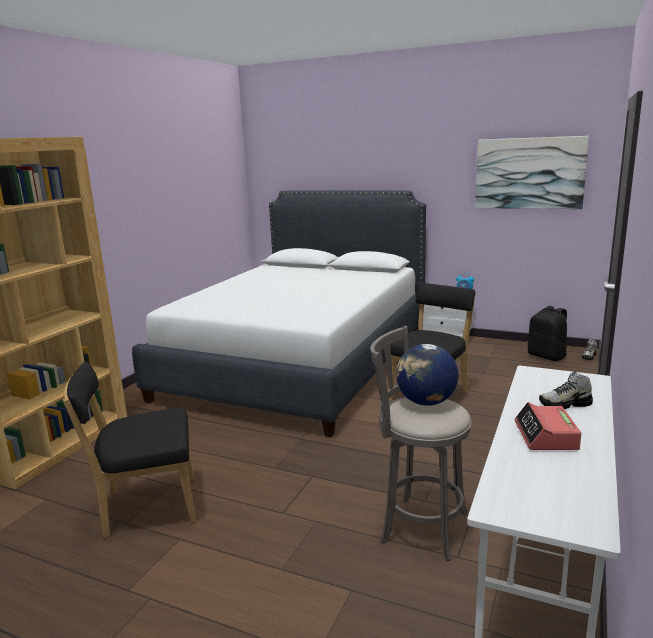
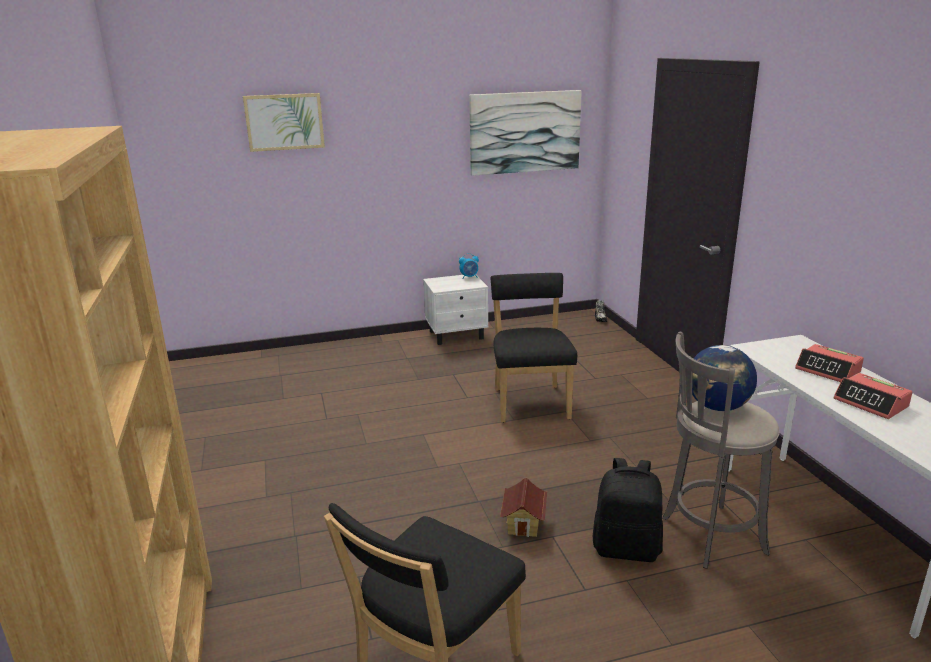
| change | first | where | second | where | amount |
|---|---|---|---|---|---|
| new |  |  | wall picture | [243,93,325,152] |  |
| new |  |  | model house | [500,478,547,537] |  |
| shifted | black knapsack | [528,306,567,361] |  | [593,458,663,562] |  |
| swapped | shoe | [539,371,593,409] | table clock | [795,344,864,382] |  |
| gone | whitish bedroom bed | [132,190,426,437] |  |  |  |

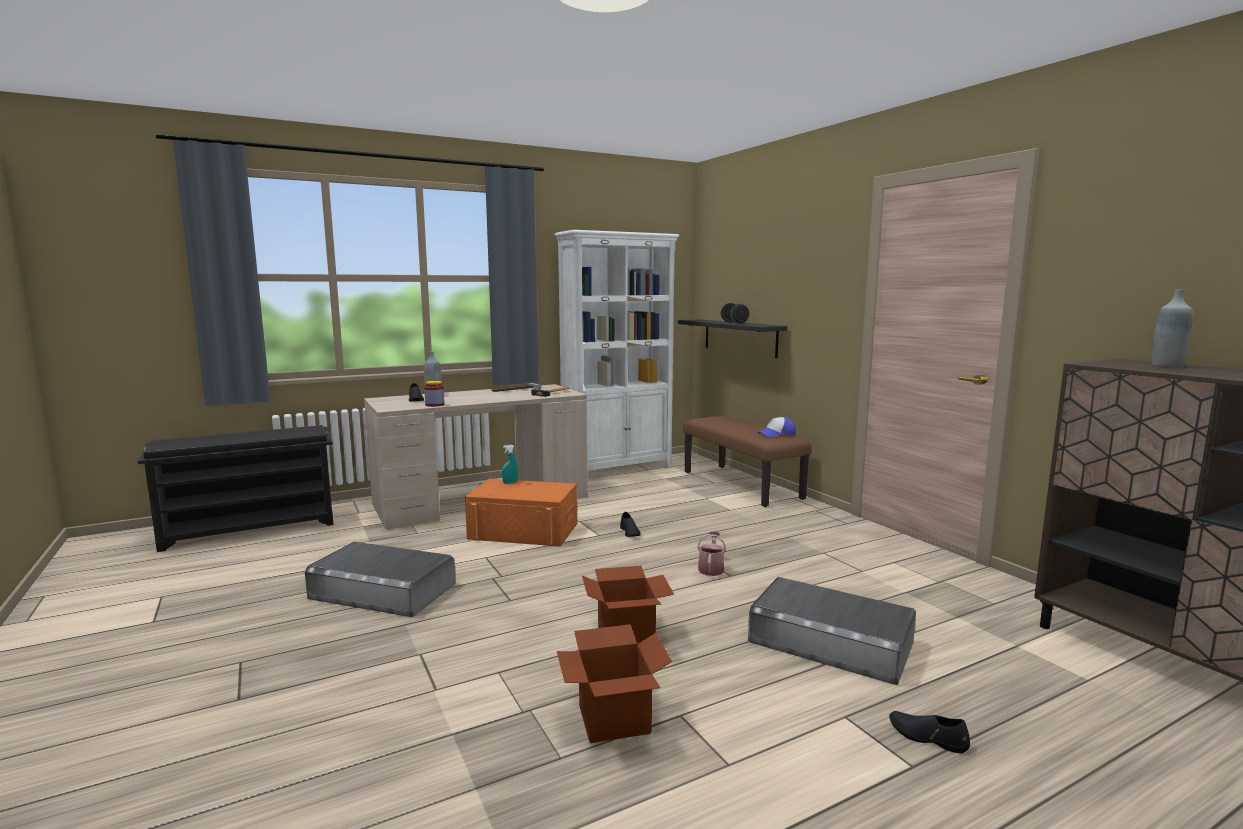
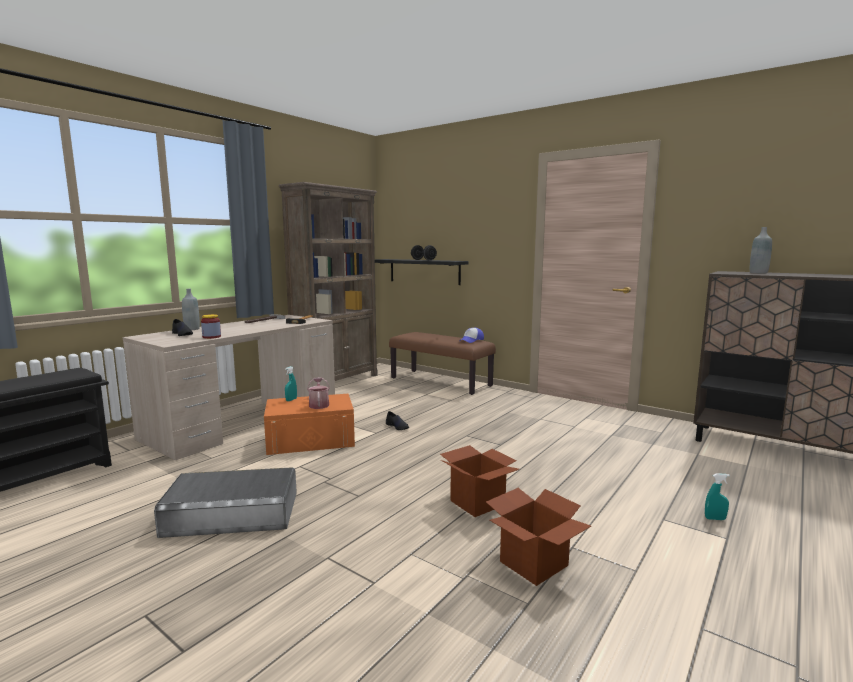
| change | first | where | second | where | amount |
|---|---|---|---|---|---|
| repainted | whitish bookcase | [555,230,679,471] | brownish bookcase | [279,182,377,381] |  |
| shifted | watering can | [697,531,726,576] |  | [307,377,330,409] |  |
| swapped | black shoe | [889,711,970,753] | turquoise sprayer | [705,473,730,520] |  |
| gone | grey storage box | [748,577,916,685] |  |  |  |

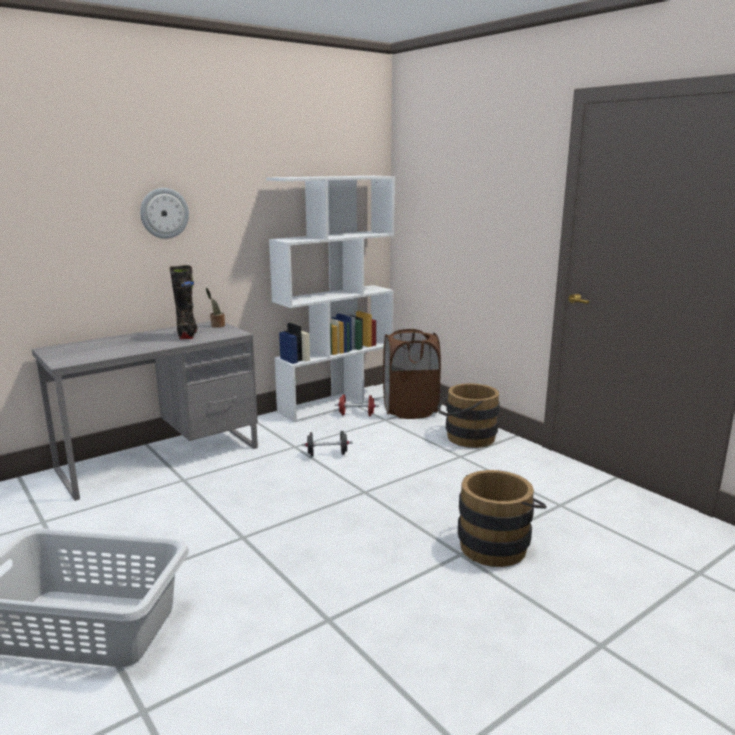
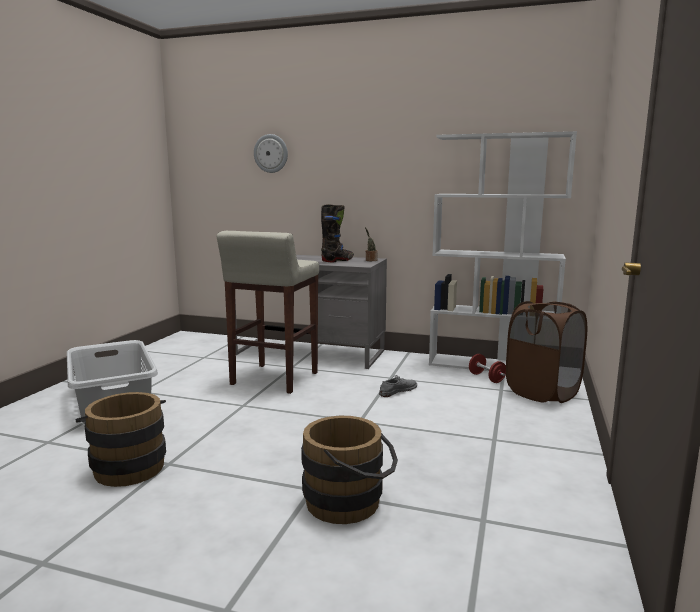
| change | first | where | second | where | amount |
|---|---|---|---|---|---|
| shifted | brownish pail | [437,383,500,448] |  | [76,392,166,487] |  |
| new |  |  | beige sitting stool | [217,231,319,394] |  |
| shifted | clock on the wall | [140,188,189,239] |  | [254,134,288,173] |  |
| swapped | black dumbbell | [302,431,353,457] | grey shoe | [379,375,417,397] |  |

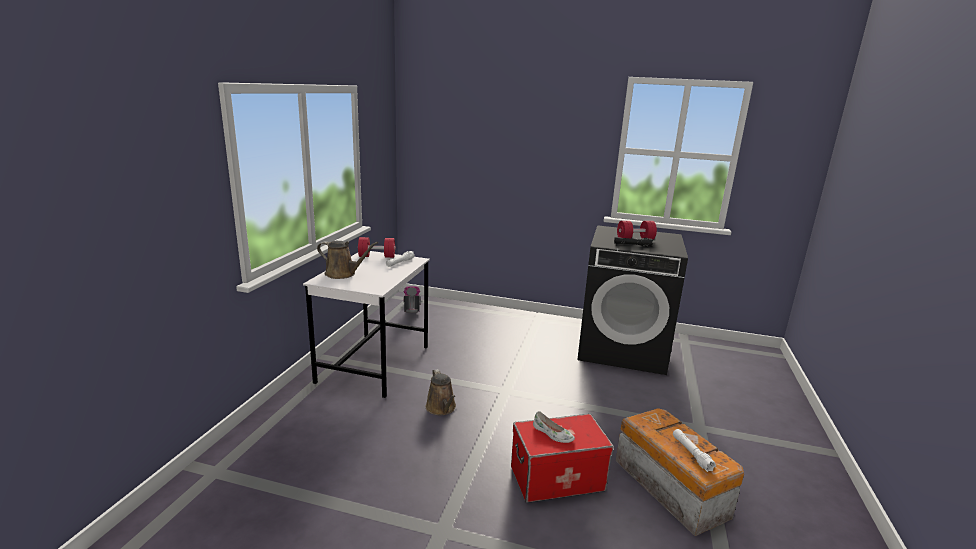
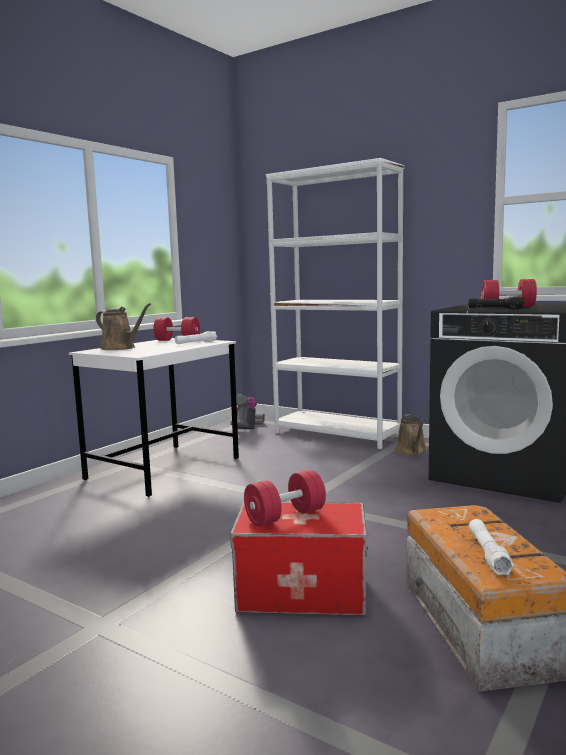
| change | first | where | second | where | amount |
|---|---|---|---|---|---|
| swapped | whitish shoe | [533,411,575,443] | red dumbbell | [244,470,326,526] |  |
| new |  |  | whitish bookcase | [266,158,404,449] |  |
| shifted | brownish watering can | [426,369,456,415] |  | [395,414,427,455] |  |

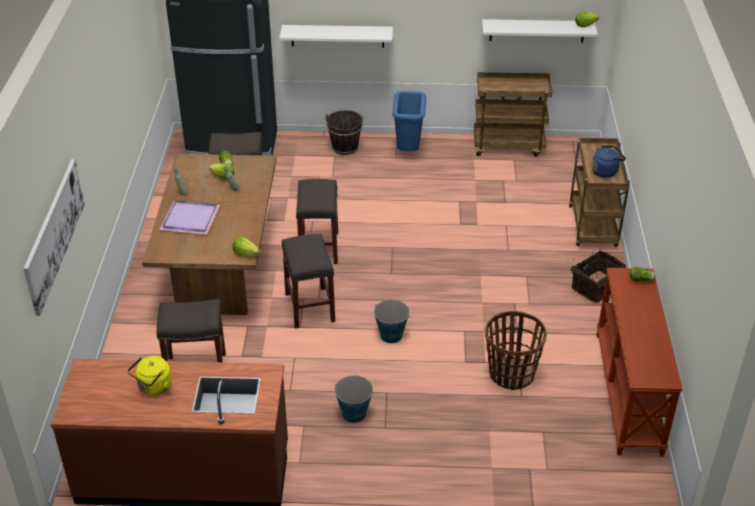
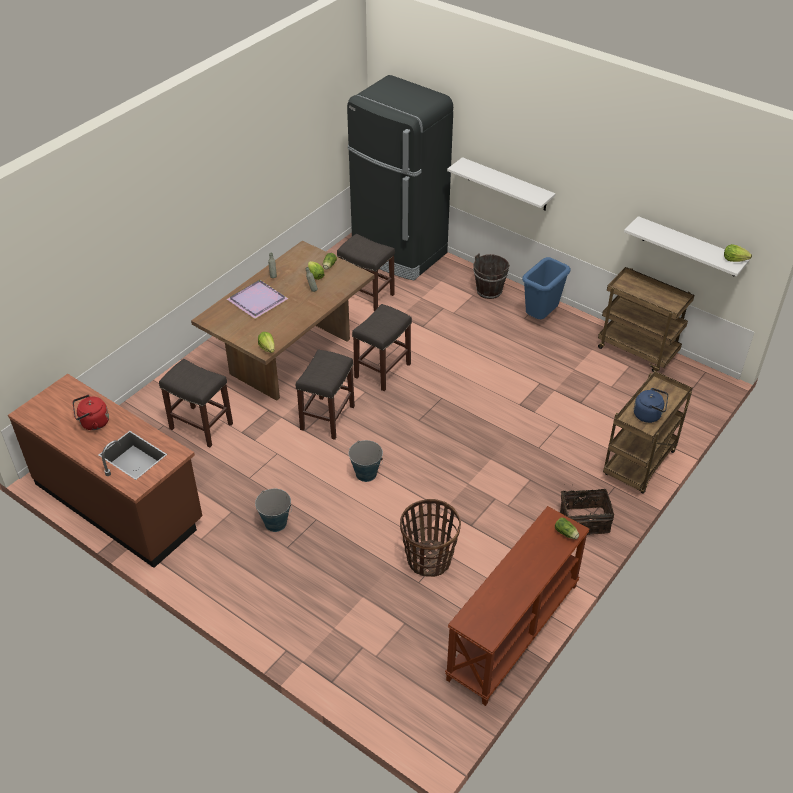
| change | first | where | second | where | amount |
|---|---|---|---|---|---|
| repainted | yellow water kettle | [127,356,172,395] | red water kettle | [72,395,109,430] |  |
| gone | wall picture | [23,159,85,316] |  |  |  |

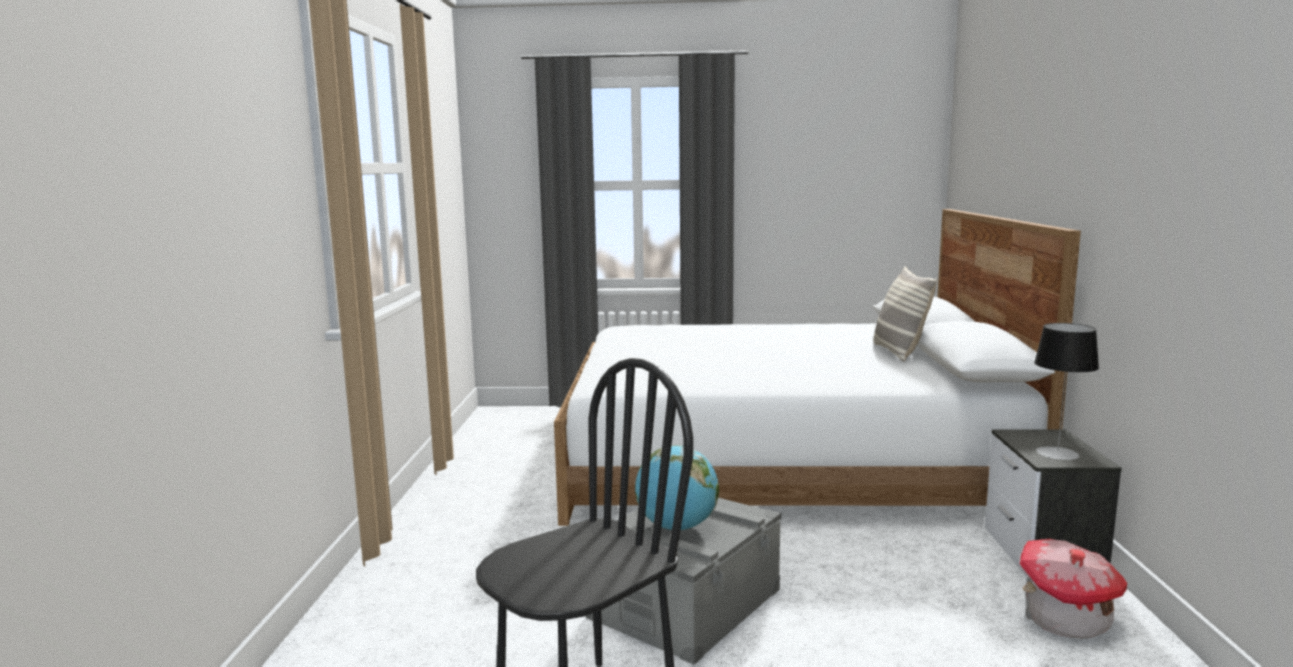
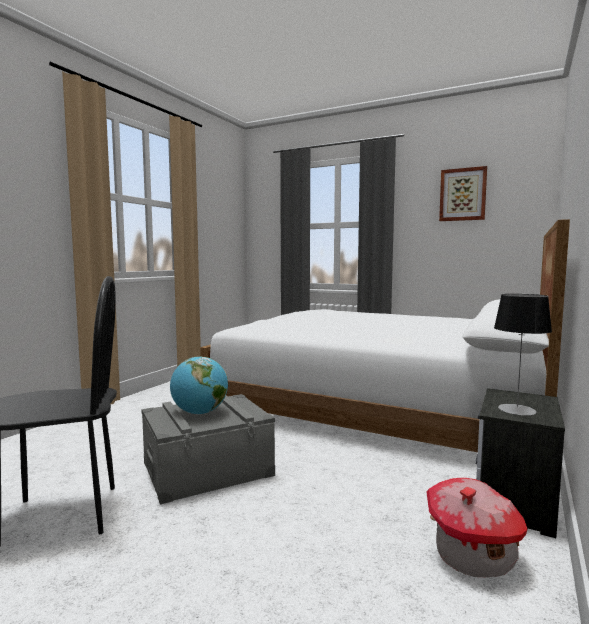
| change | first | where | second | where | amount |
|---|---|---|---|---|---|
| new |  |  | wall picture | [439,166,487,221] |  |
| gone | pillow | [873,266,937,361] |  |  |  |

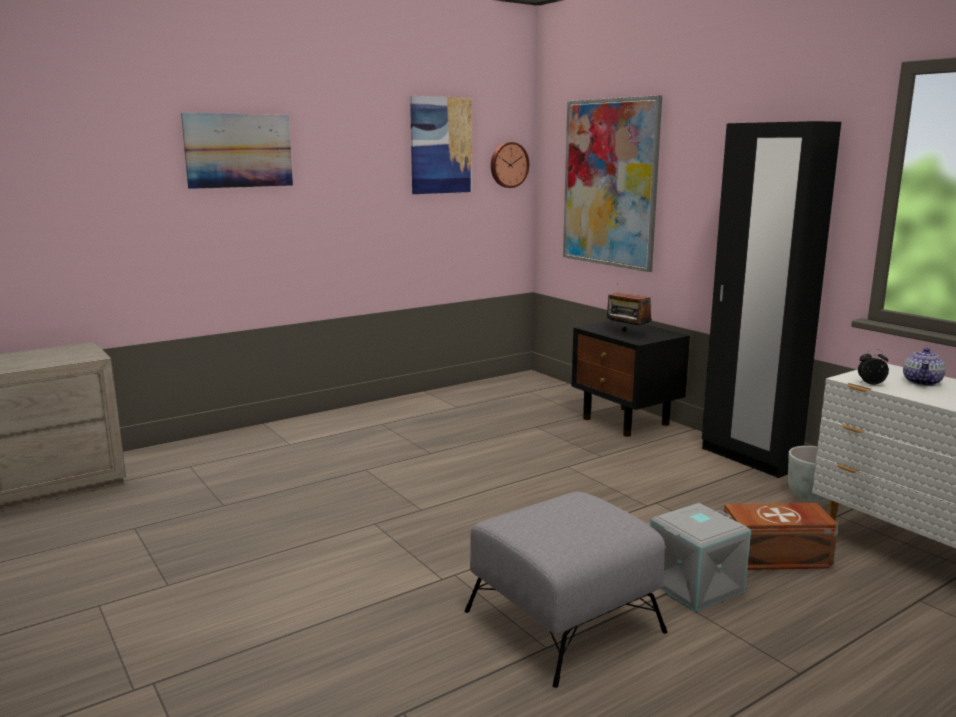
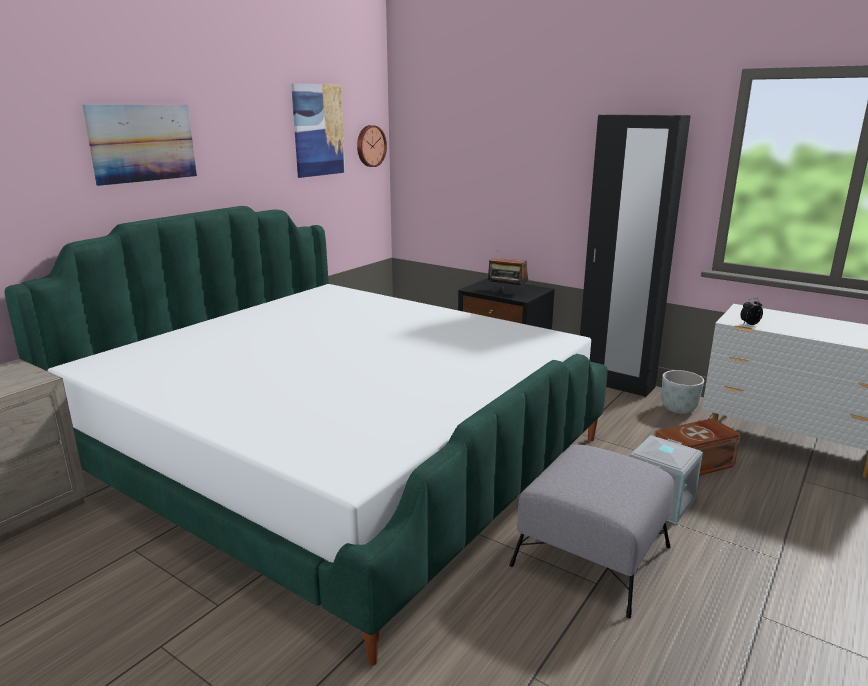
| change | first | where | second | where | amount |
|---|---|---|---|---|---|
| new |  |  | bedroom bed | [5,206,608,666] |  |
| gone | wall picture | [563,95,662,272] |  |  |  |
| gone | teapot | [903,348,945,386] |  |  |  |

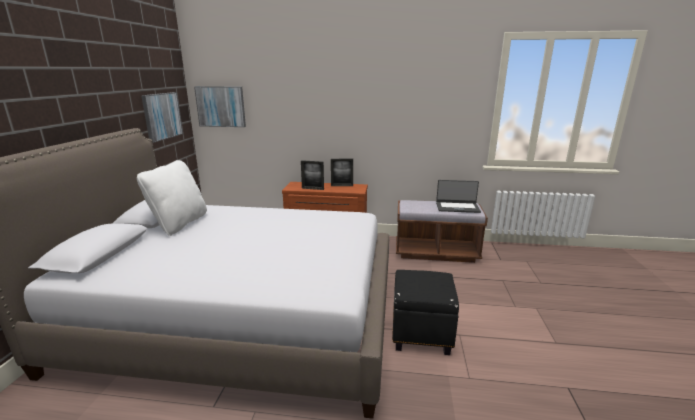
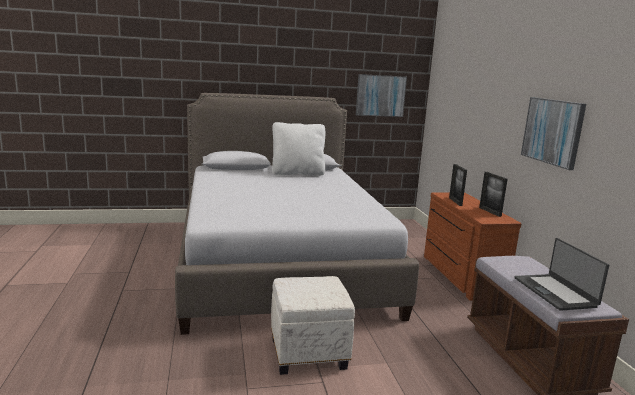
| change | first | where | second | where | amount |
|---|---|---|---|---|---|
| repainted | black footrest | [392,270,459,355] | whitish footrest | [271,276,355,375] |  |
| shifted | wall picture | [194,86,246,127] |  | [521,97,586,170] |  |

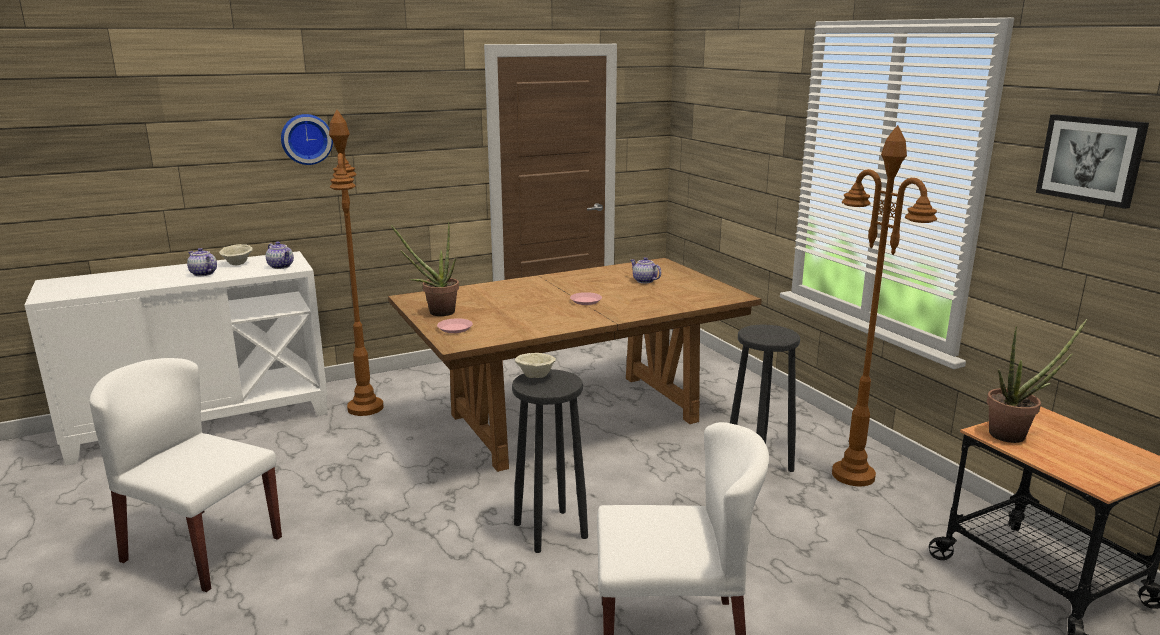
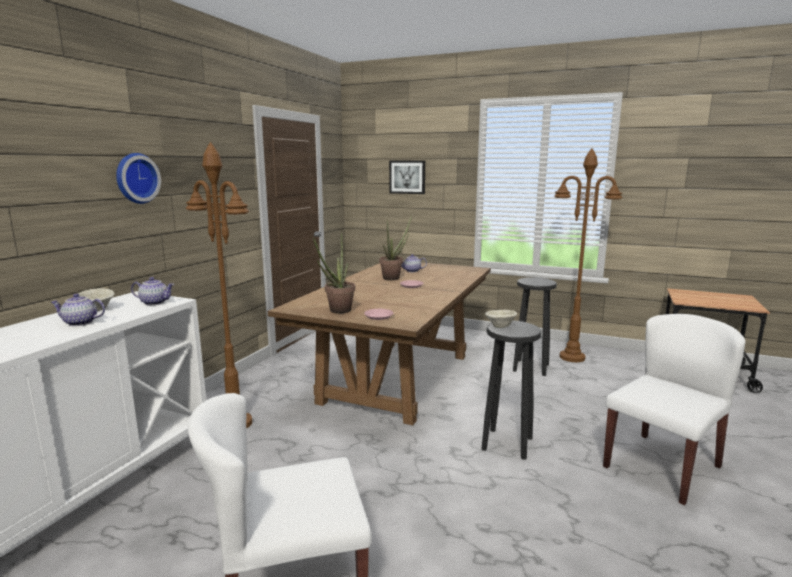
| change | first | where | second | where | amount |
|---|---|---|---|---|---|
| shifted | houseplant | [987,319,1087,443] |  | [379,215,412,280] |  |
| shifted | wall picture | [1036,114,1149,209] |  | [389,161,425,194] |  |

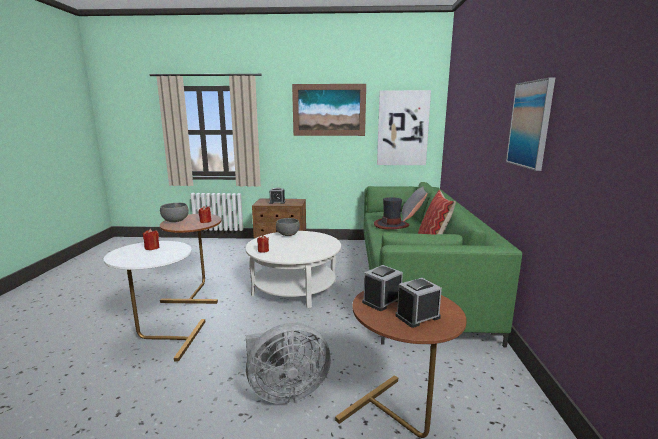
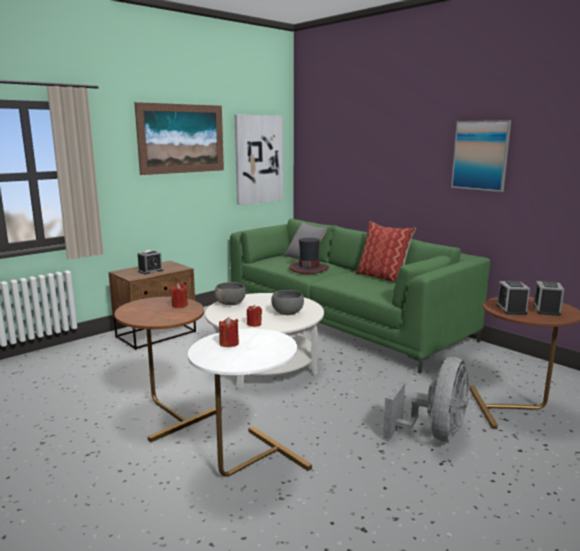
| change | first | where | second | where | amount |
|---|---|---|---|---|---|
| shifted | grey deep dish | [160,203,189,222] |  | [271,290,304,315] |  |

